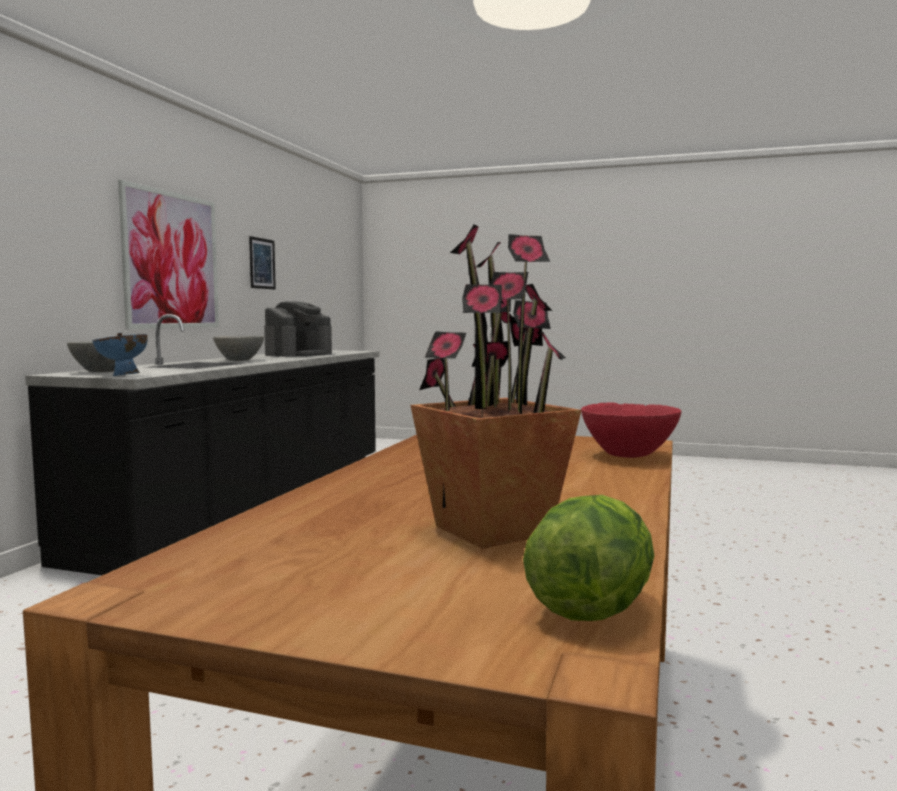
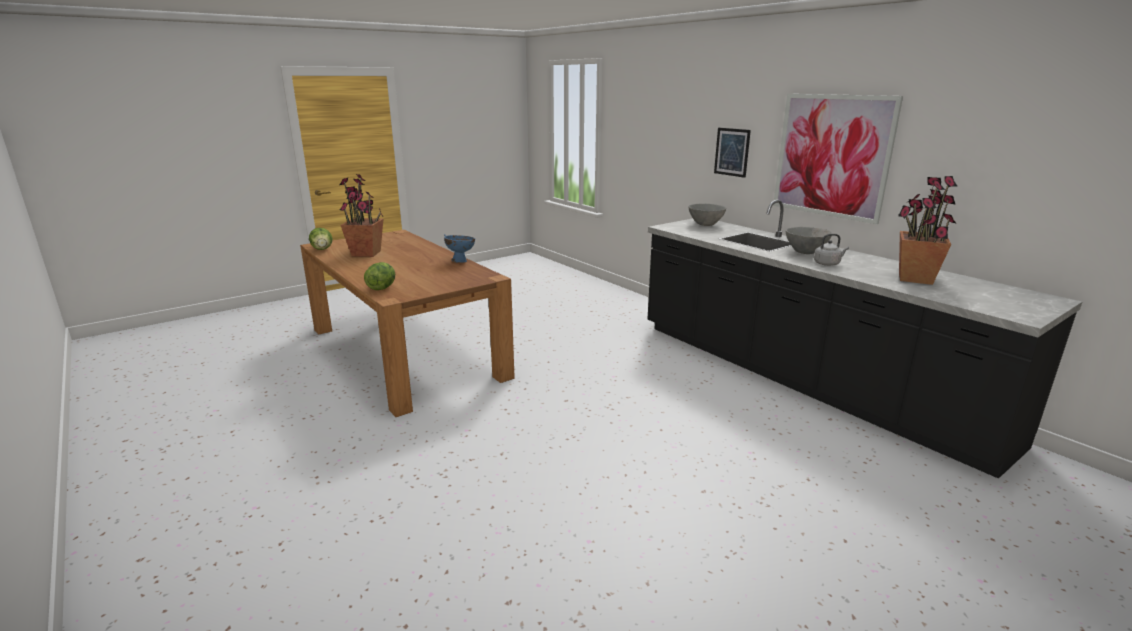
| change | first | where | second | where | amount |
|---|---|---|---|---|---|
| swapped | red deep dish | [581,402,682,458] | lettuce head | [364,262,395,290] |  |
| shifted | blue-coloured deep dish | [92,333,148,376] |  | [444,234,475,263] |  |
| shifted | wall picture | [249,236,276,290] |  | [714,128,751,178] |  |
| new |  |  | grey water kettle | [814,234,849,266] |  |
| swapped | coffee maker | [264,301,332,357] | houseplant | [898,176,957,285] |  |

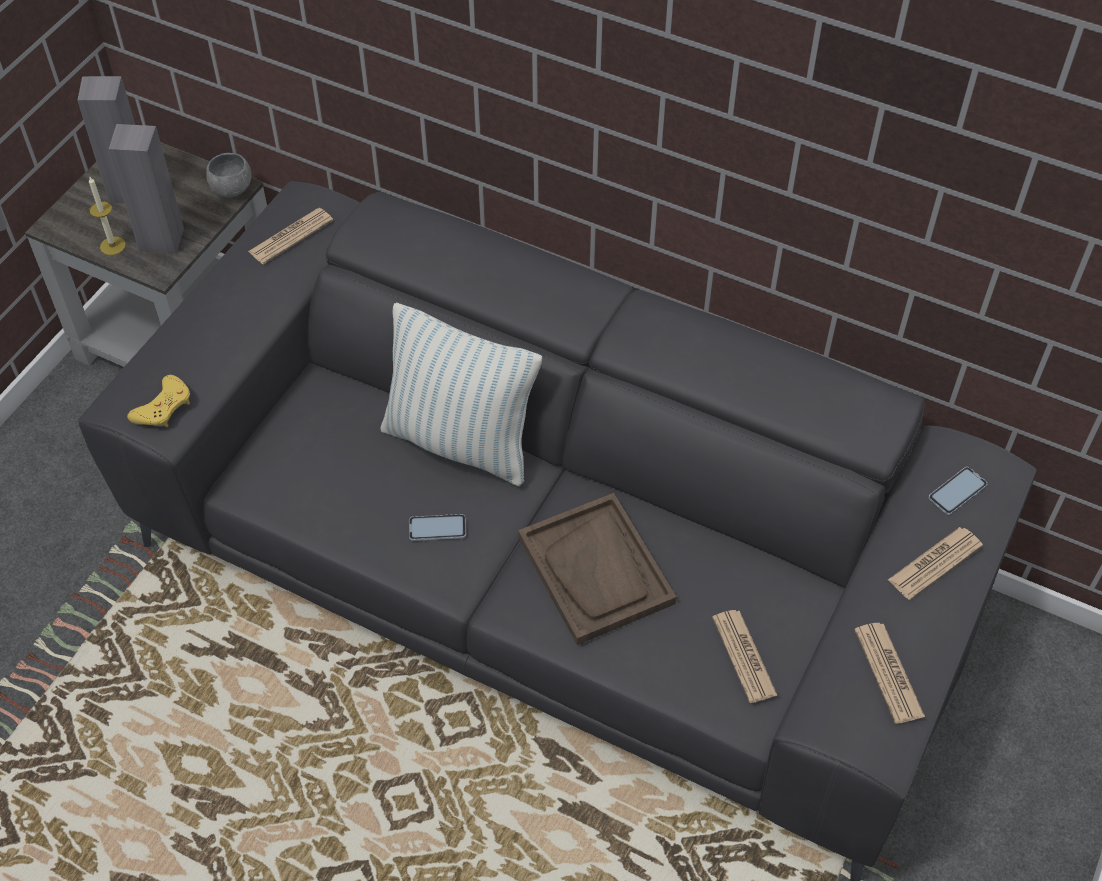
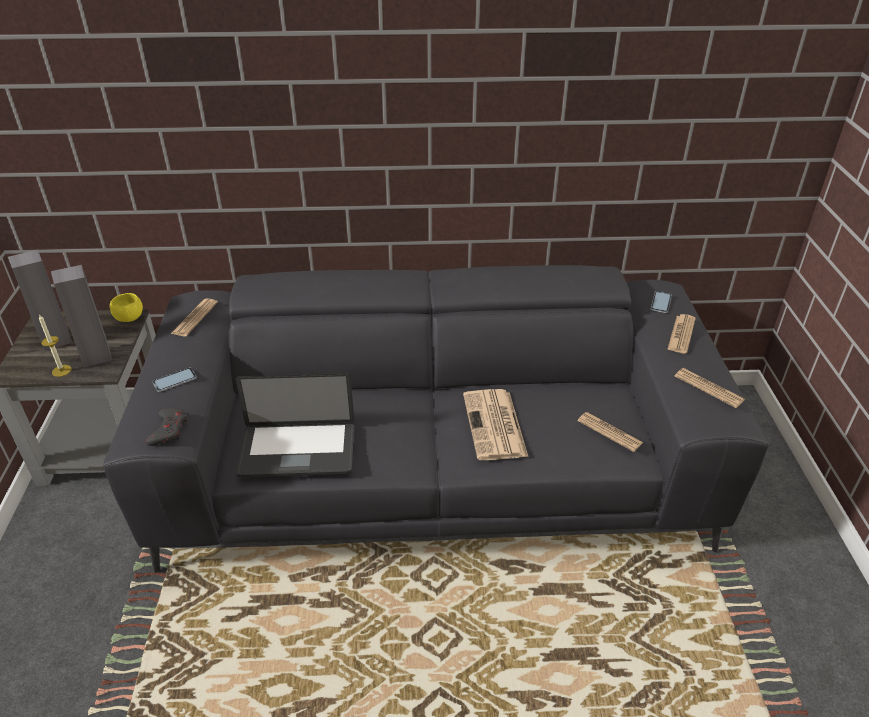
| change | first | where | second | where | amount |
|---|---|---|---|---|---|
| repainted | grey deep dish | [206,153,251,197] | yellow deep dish | [110,293,143,322] |  |
| repainted | yellow joypad | [127,375,190,427] | grey joypad | [145,407,187,446] |  |
| shifted | phone | [409,514,466,541] |  | [152,368,197,392] |  |
| new |  |  | notebook computer | [236,373,354,478] |  |
| swapped | brownish serving tray | [518,493,676,645] | newspaper | [463,389,528,460] |  |
| gone | pillow | [381,303,542,486] |  |  |  |

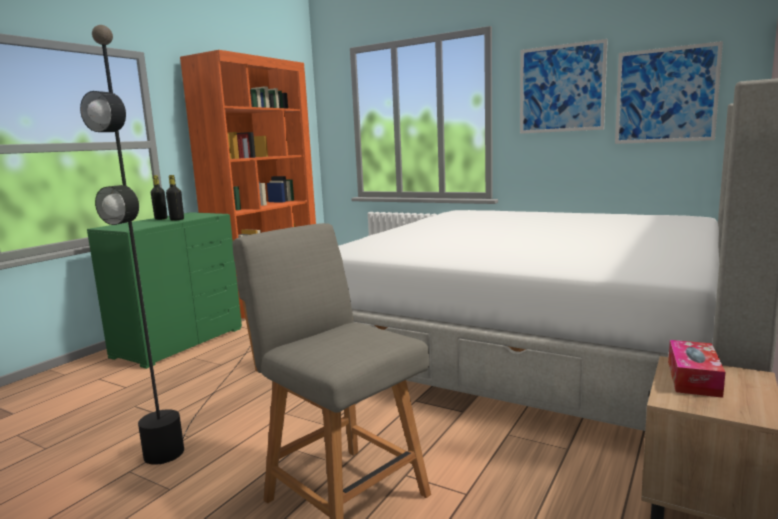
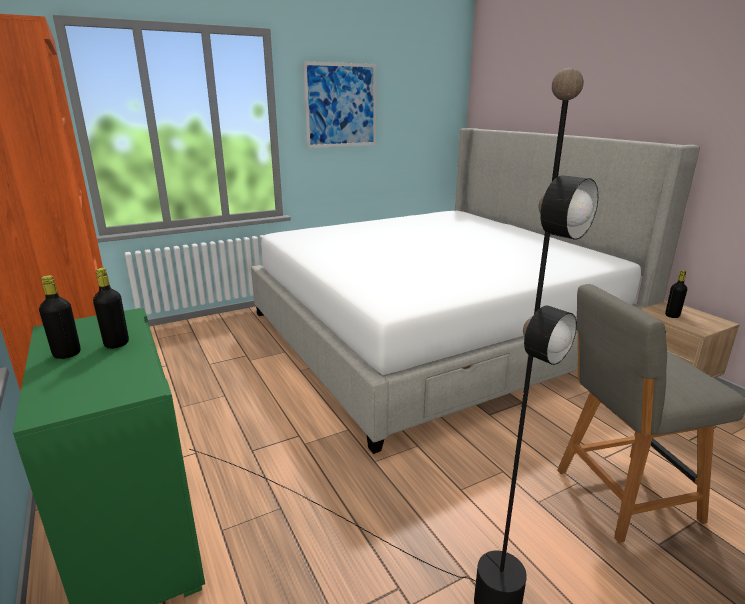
| change | first | where | second | where | amount |
|---|---|---|---|---|---|
| swapped | tissue holder | [668,340,725,398] | black bottle | [665,270,687,318] |  |
| gone | wall picture | [615,41,723,144] |  |  |  |

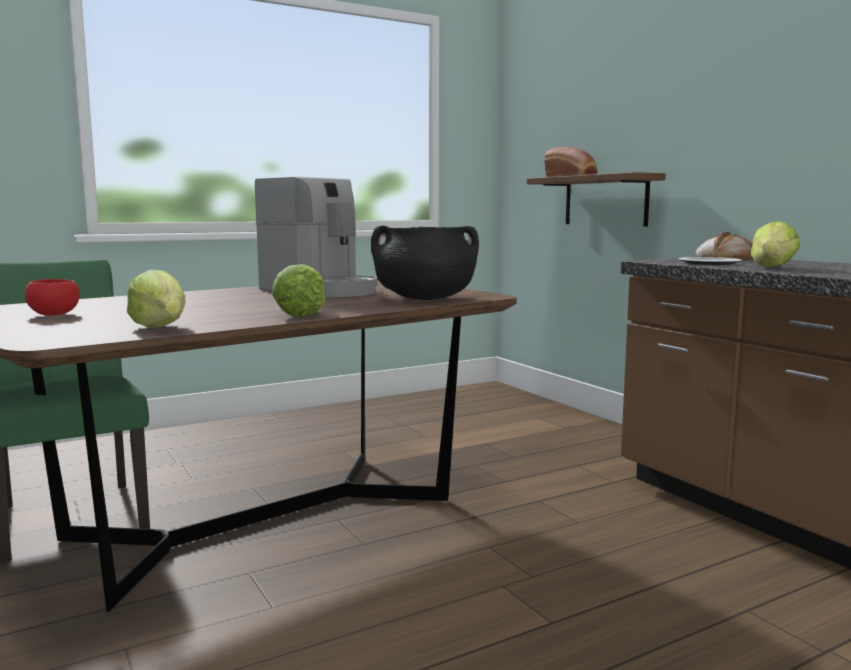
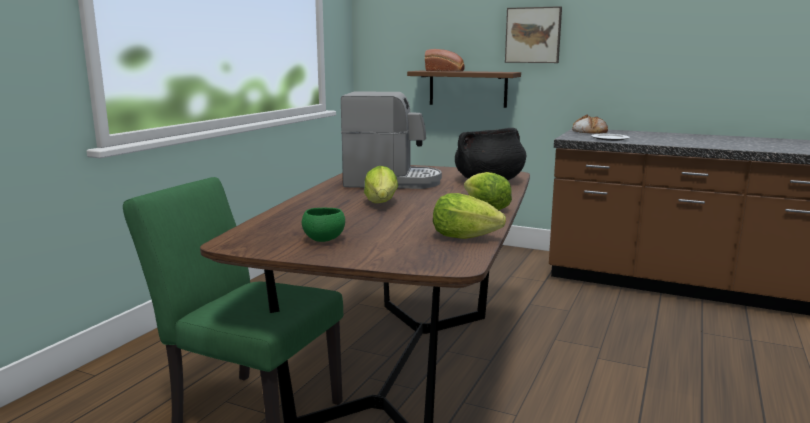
| change | first | where | second | where | amount |
|---|---|---|---|---|---|
| repainted | red deep dish | [25,279,80,315] | green-coloured deep dish | [302,208,345,242] |  |
| shifted | lettuce head | [750,221,800,267] |  | [364,166,398,203] |  |
| new |  |  | wall picture | [505,6,562,63] |  |

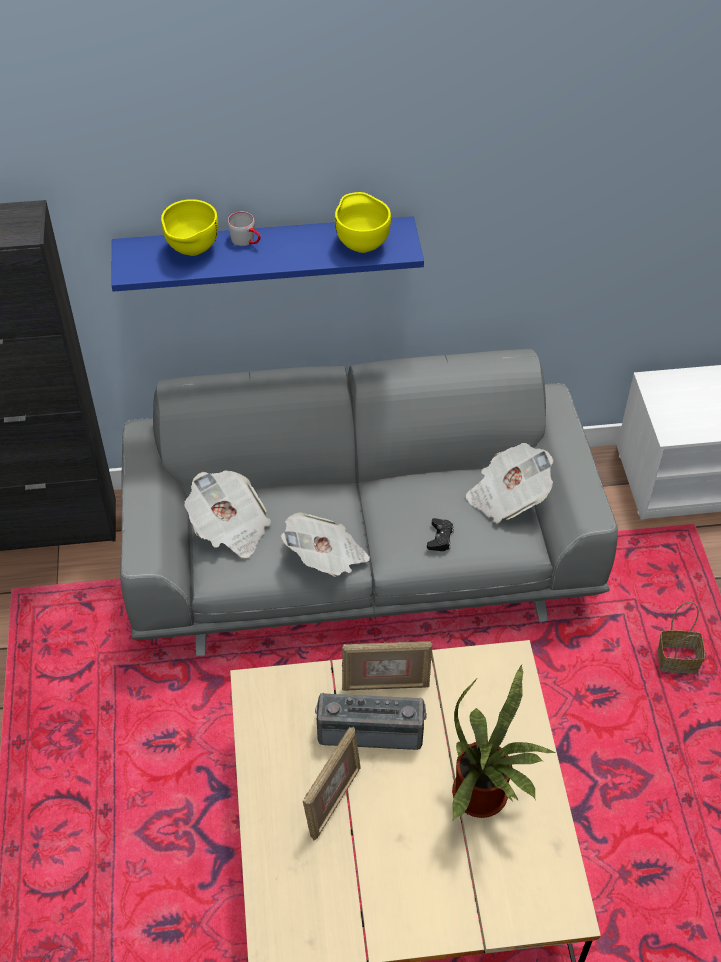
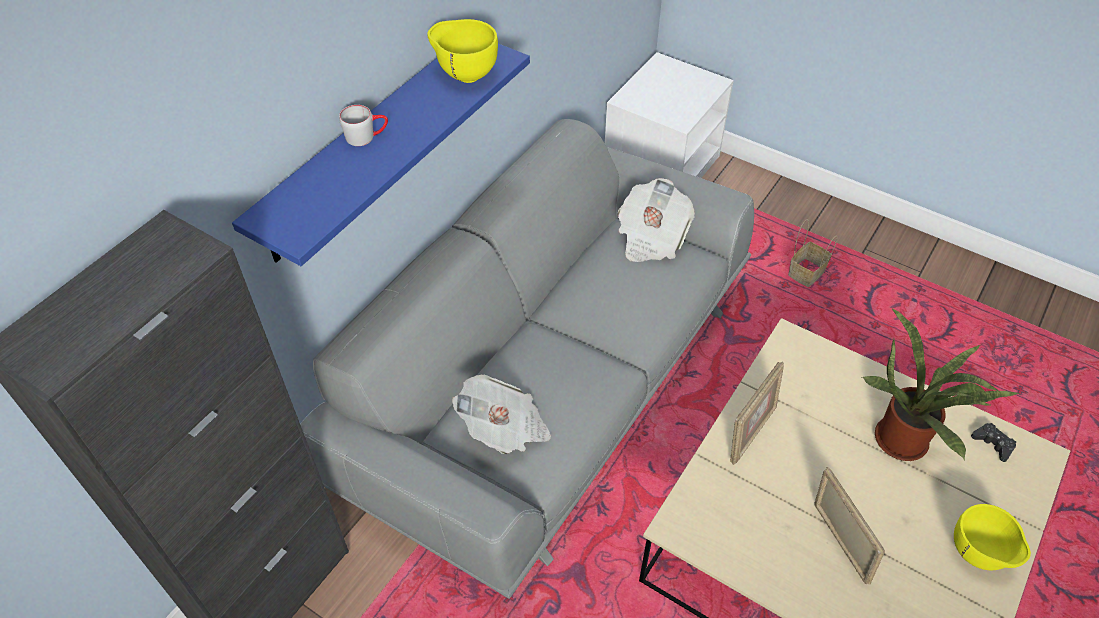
| change | first | where | second | where | amount |
|---|---|---|---|---|---|
| shifted | yellow deep dish | [161,199,218,256] |  | [954,504,1031,570] |  |
| shifted | black joypad | [427,518,454,551] |  | [971,423,1016,462] |  |
| gone | newspaper | [280,512,370,576] |  |  |  |
| gone | radio set | [315,693,427,750] |  |  |  |

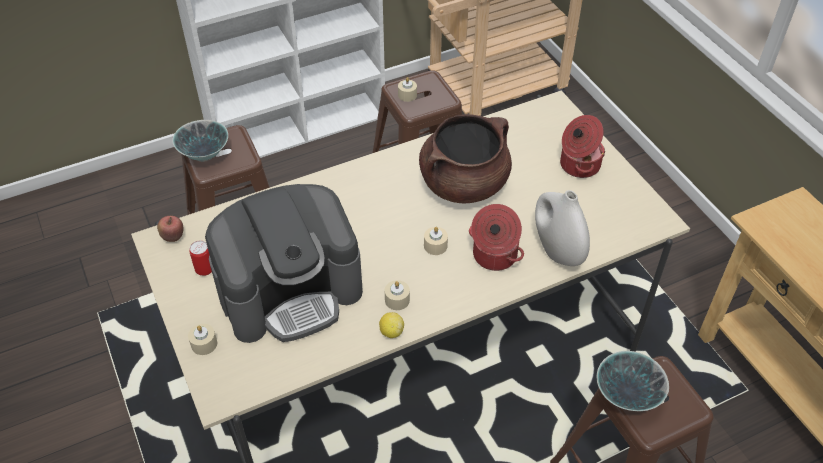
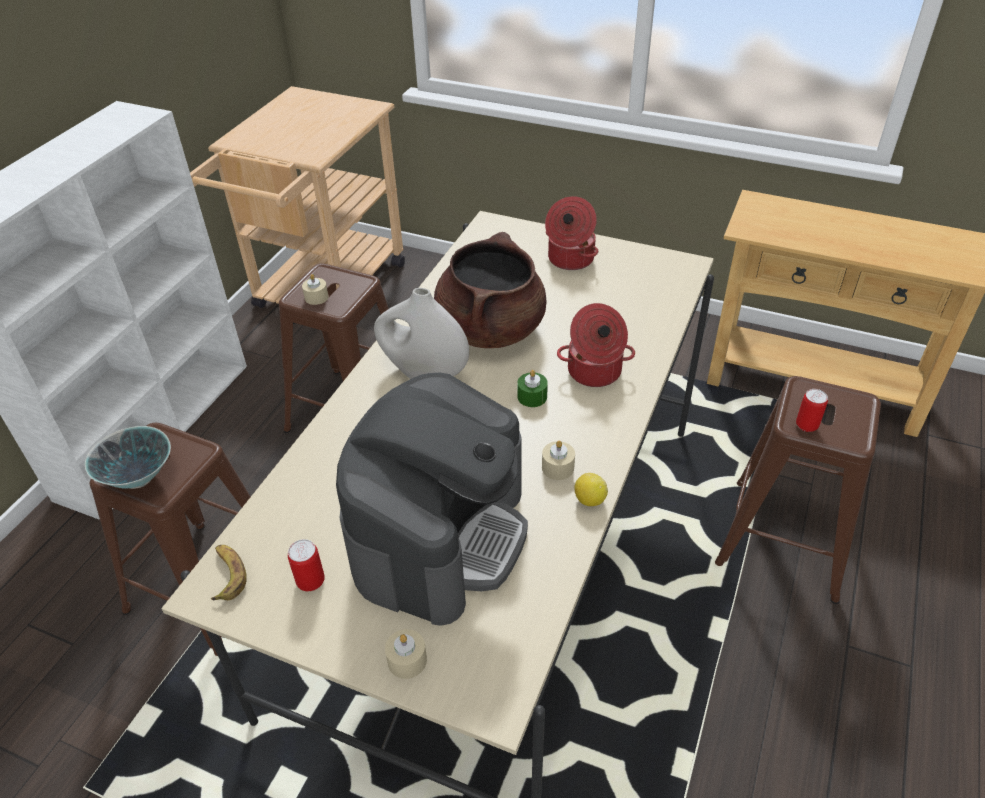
| change | first | where | second | where | amount |
|---|---|---|---|---|---|
| swapped | whole apple | [157,216,184,242] | banana fruit | [210,545,247,600] |  |
| shifted | whitish vase | [535,190,590,266] |  | [374,288,469,379] |  |
| repainted | beige wax light | [424,227,448,255] | green-coloured wax light | [518,370,548,407] |  |
| swapped | deep dish | [597,351,669,411] | metal can | [796,389,828,432] |  |

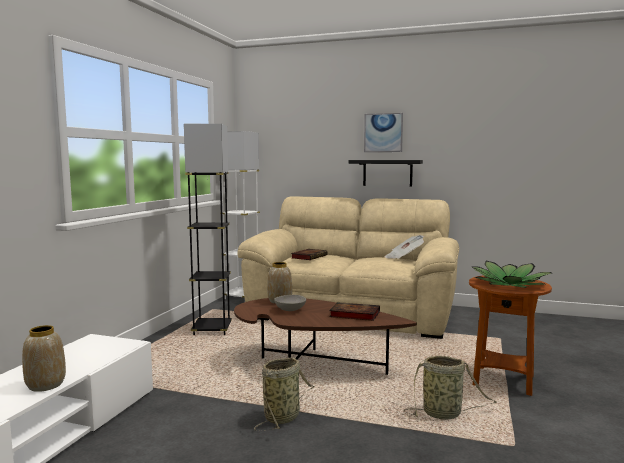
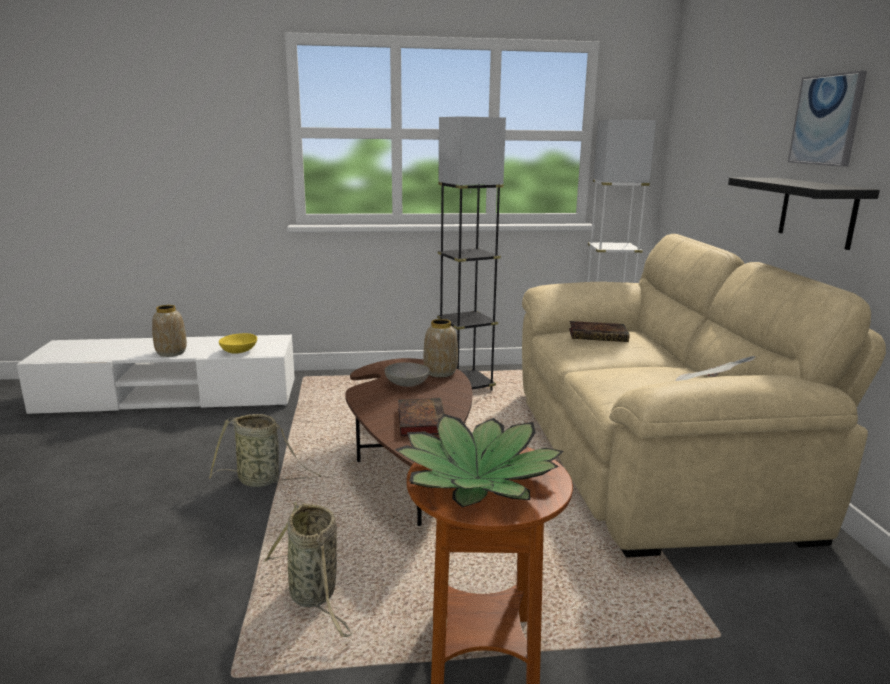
| change | first | where | second | where | amount |
|---|---|---|---|---|---|
| new |  |  | yellow deep dish | [219,333,257,354] |  |

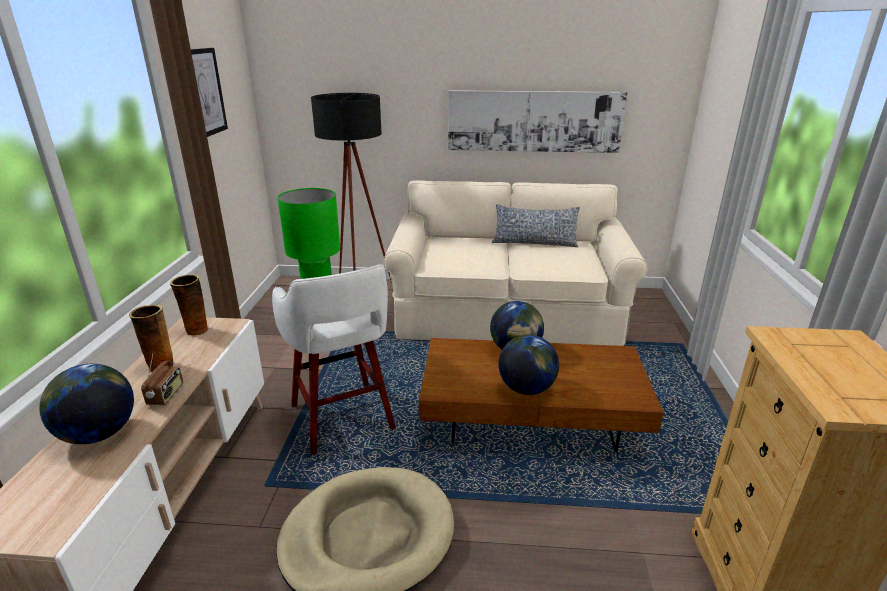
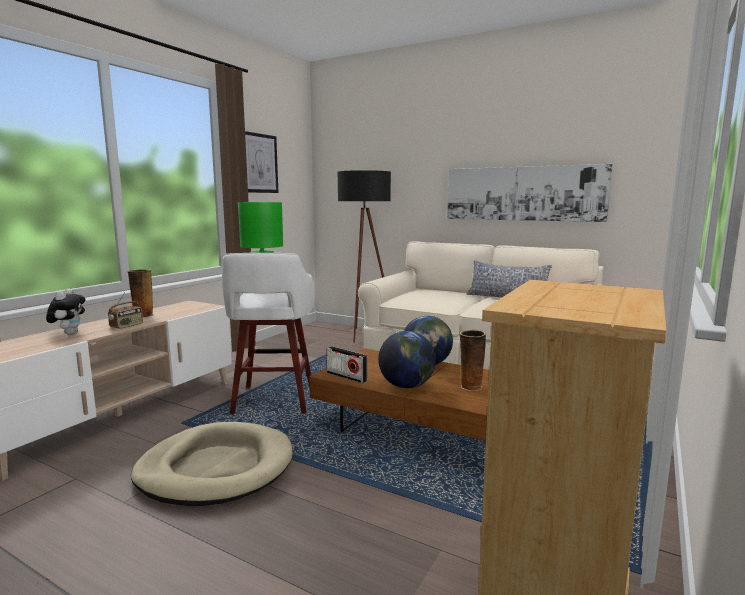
| change | first | where | second | where | amount |
|---|---|---|---|---|---|
| swapped | desk globe | [39,364,134,444] | plush toy | [46,289,85,335] |  |
| new |  |  | radio set | [327,346,368,383] |  |
| shifted | vase | [170,274,209,336] |  | [460,330,486,391] |  |

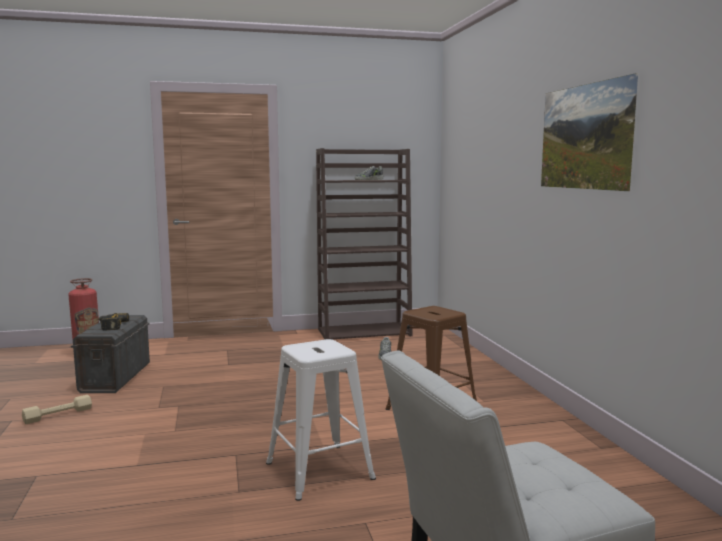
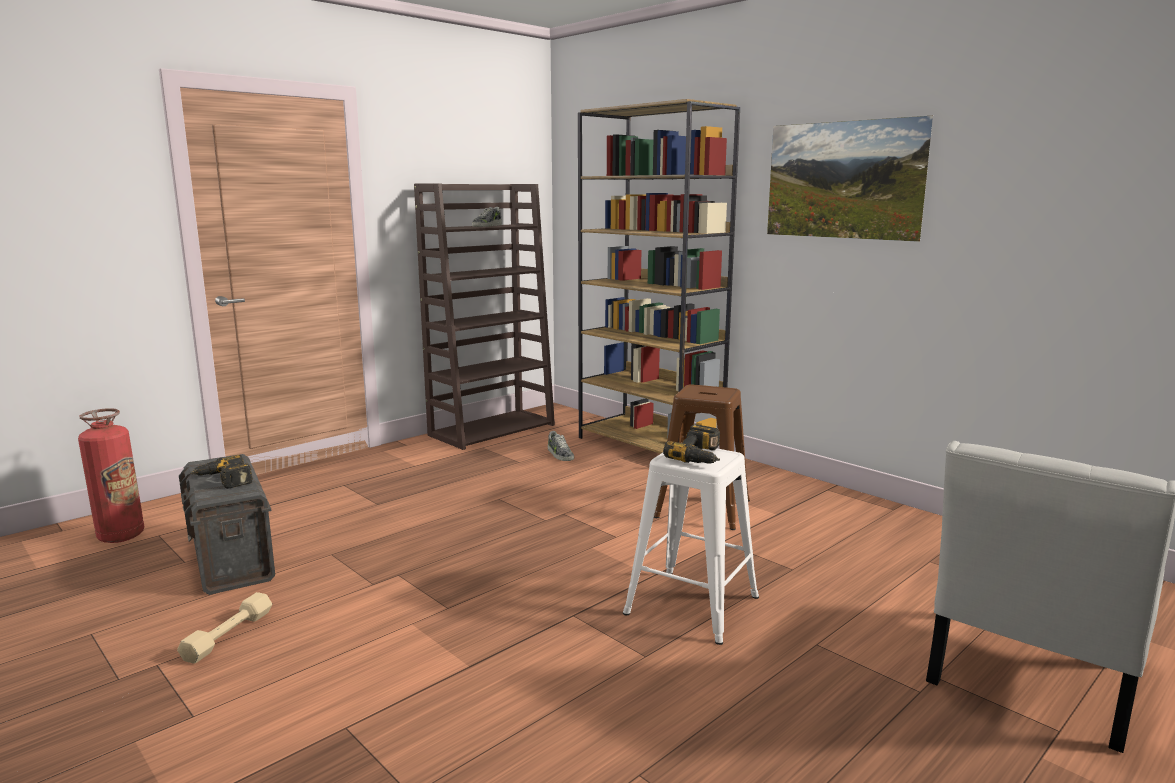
| change | first | where | second | where | amount |
|---|---|---|---|---|---|
| new |  |  | brownish bookcase | [578,99,740,454] |  |
| new |  |  | electric drill | [663,424,720,464] |  |

